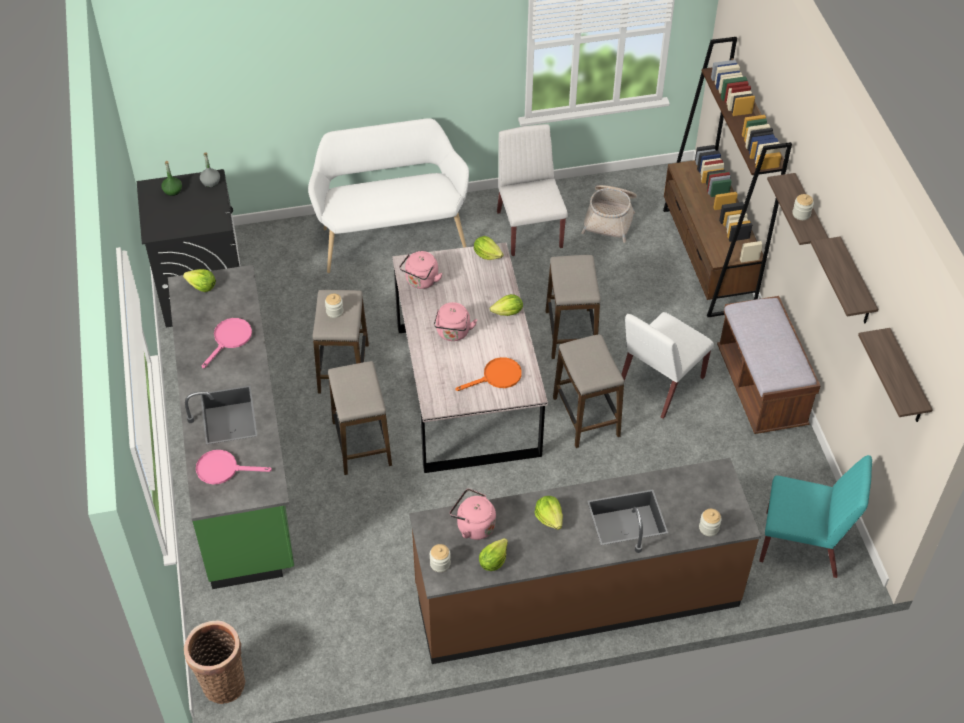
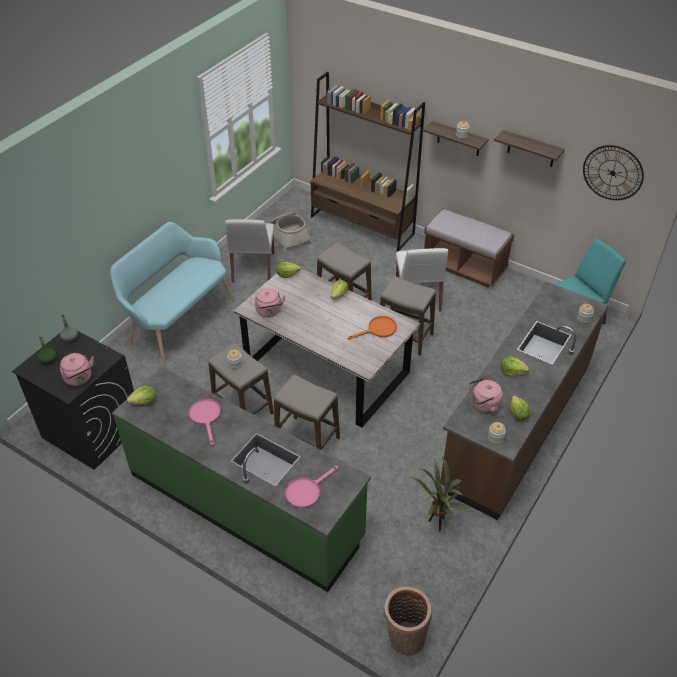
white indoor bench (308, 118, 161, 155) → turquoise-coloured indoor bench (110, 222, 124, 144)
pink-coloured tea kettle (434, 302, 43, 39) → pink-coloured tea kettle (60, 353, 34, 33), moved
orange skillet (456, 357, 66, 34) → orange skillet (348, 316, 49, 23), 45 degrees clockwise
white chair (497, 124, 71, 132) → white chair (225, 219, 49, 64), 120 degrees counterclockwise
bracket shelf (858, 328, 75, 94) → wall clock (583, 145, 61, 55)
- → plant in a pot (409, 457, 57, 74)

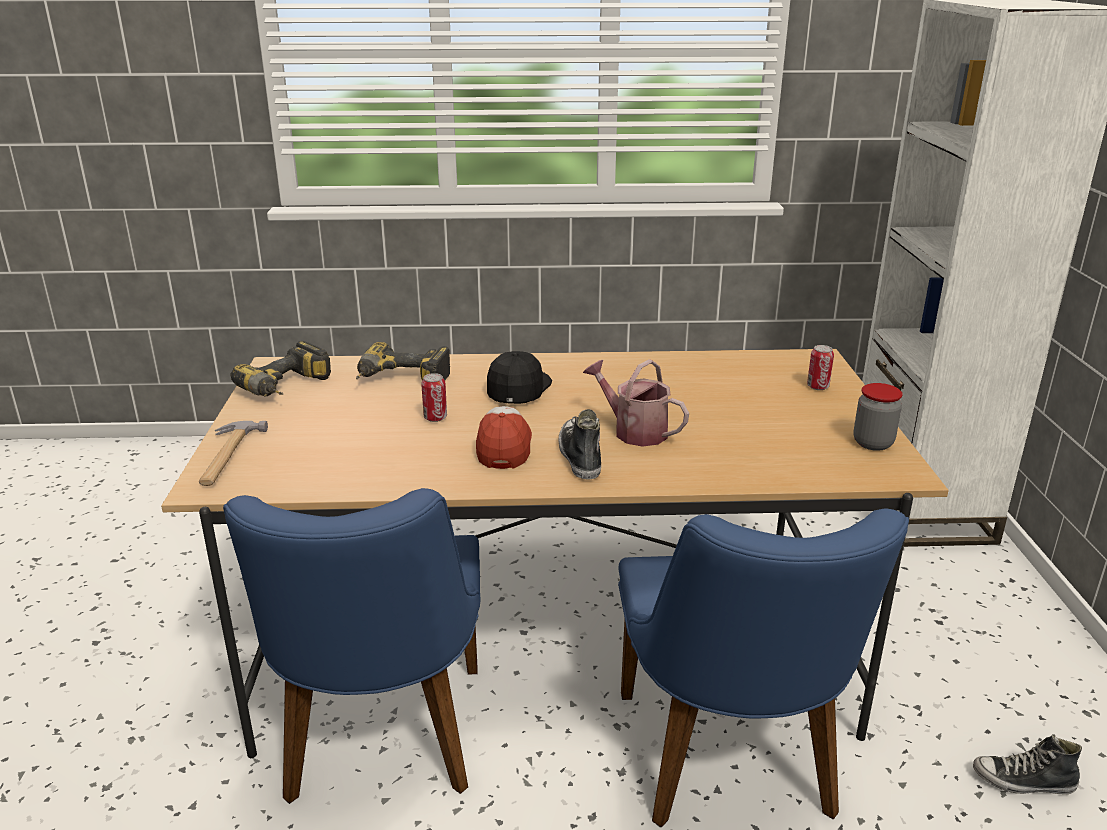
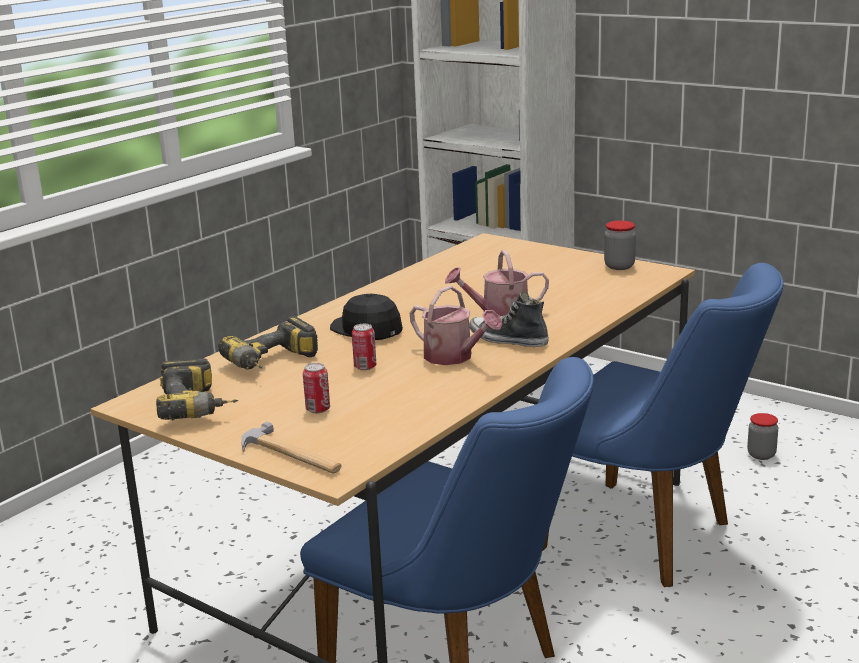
peaked cap (476, 406, 56, 63) → sprinkling can (410, 286, 93, 79)
sealed can (807, 345, 27, 45) → sealed can (303, 363, 27, 50), moved
low shoe (973, 734, 109, 60) → preserve jar (747, 413, 31, 47)

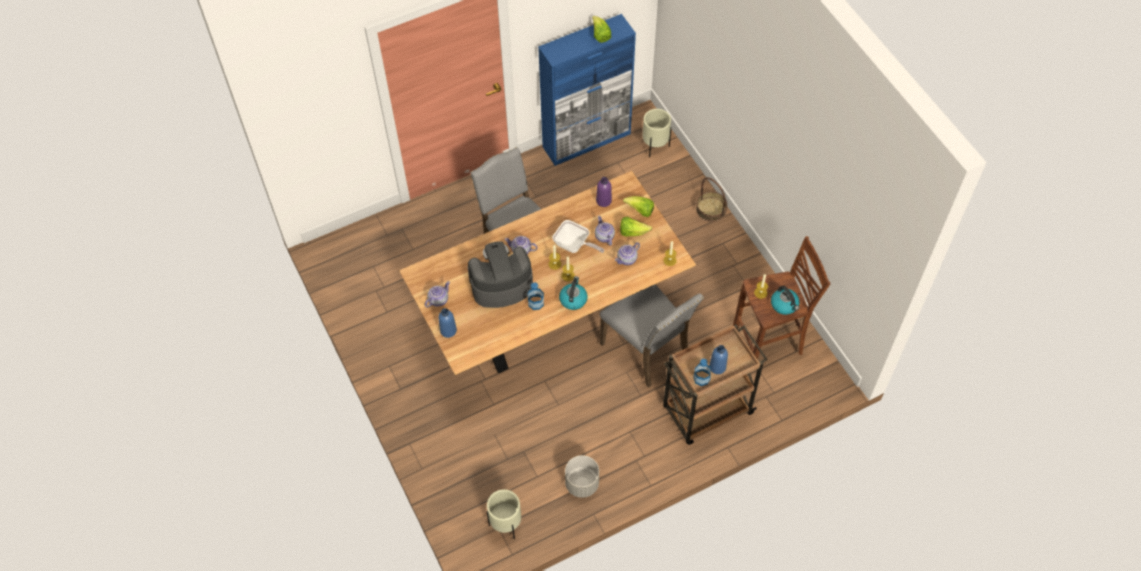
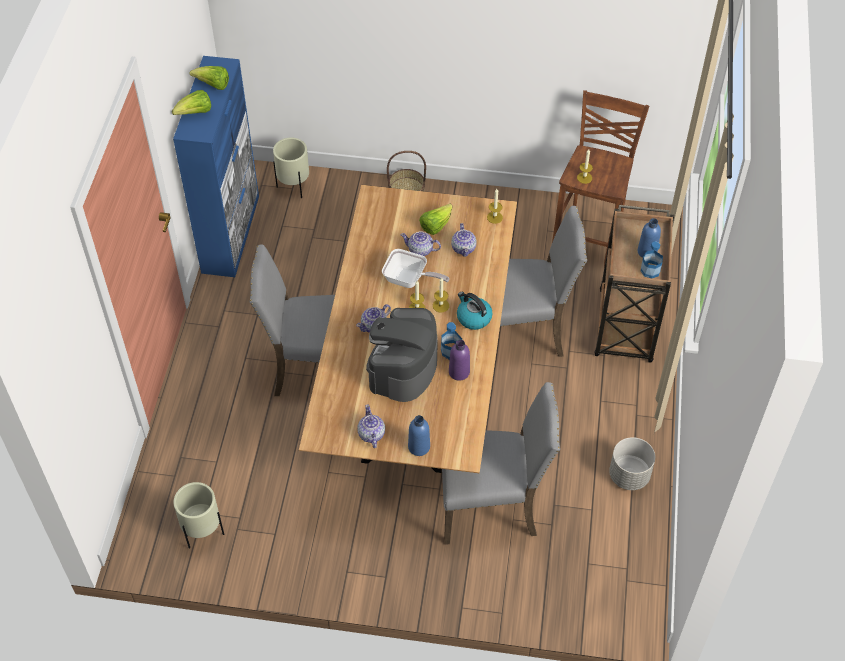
beige planter (487, 489, 34, 50) → beige planter (173, 482, 51, 67), moved
skillet (552, 220, 52, 33) → skillet (382, 249, 68, 39), 45 degrees clockwise
purple beverage bottle (596, 177, 16, 30) → purple beverage bottle (449, 340, 21, 41), moved
head of lettuce (623, 196, 31, 21) → head of lettuce (172, 90, 39, 25), moved
tea kettle (771, 286, 28, 29) → -
- → gray chair (441, 382, 119, 162)

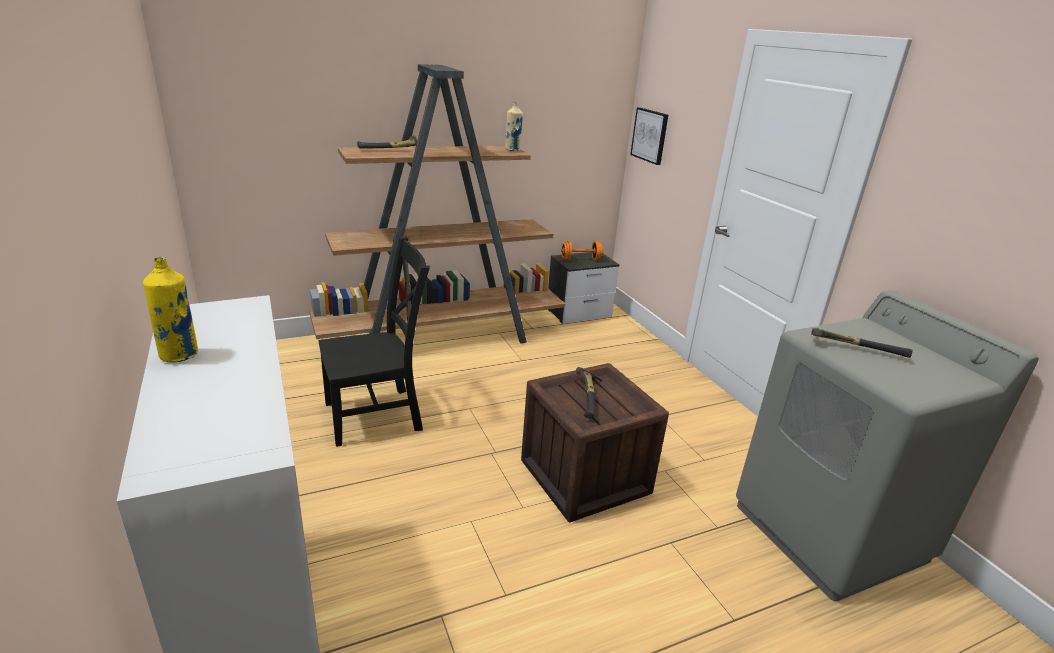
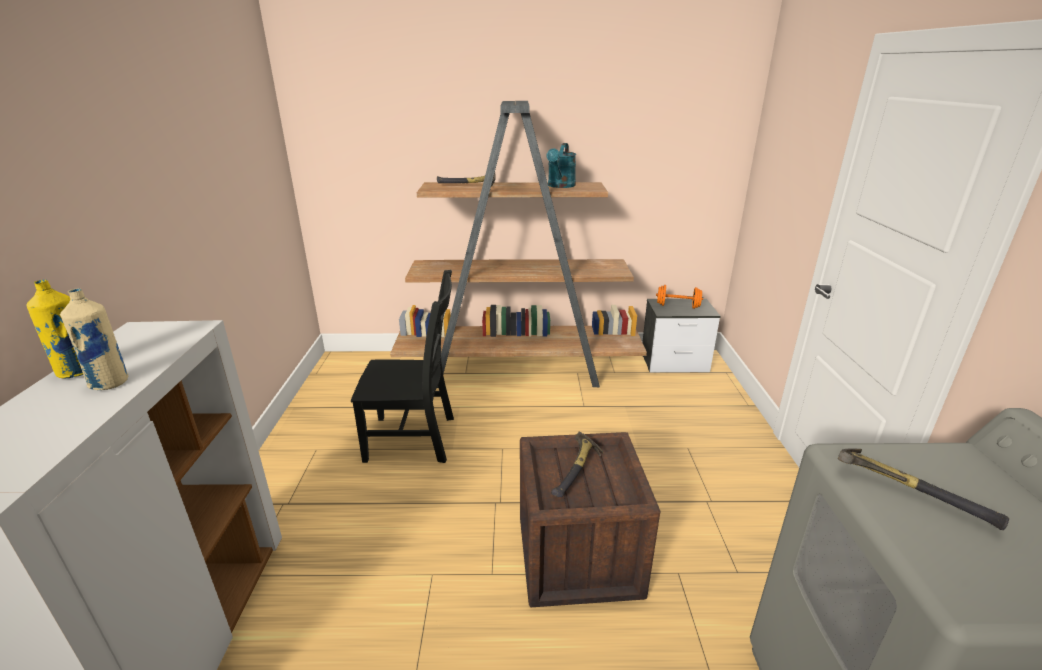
beige beverage bottle (505, 102, 18, 49) → beige beverage bottle (60, 288, 68, 102), moved
wall art (630, 107, 38, 58) → -
- → turquoise-coloured sprinkling can (546, 143, 30, 45)

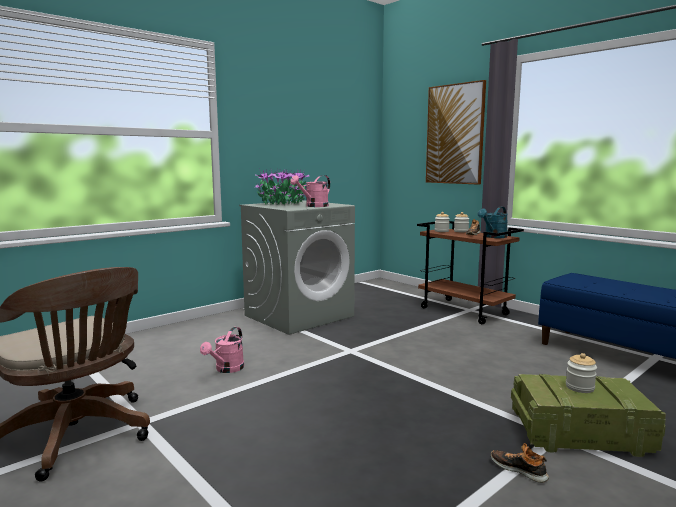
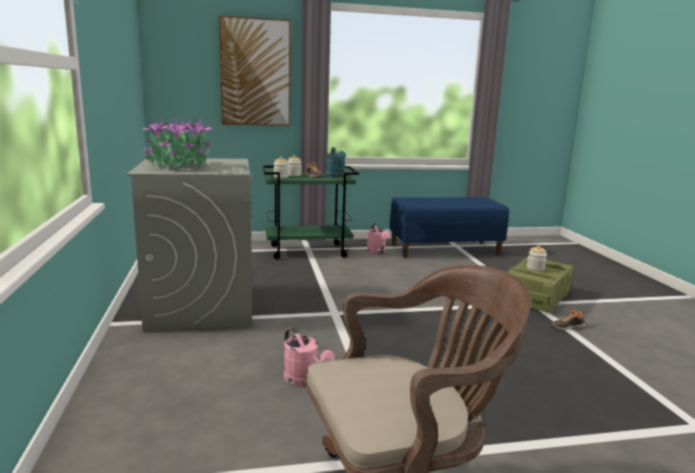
pink-coloured sprinkling can (290, 175, 40, 32) → pink-coloured sprinkling can (367, 223, 23, 31), moved
brown cart (417, 221, 107, 103) → green cart (262, 166, 97, 93)

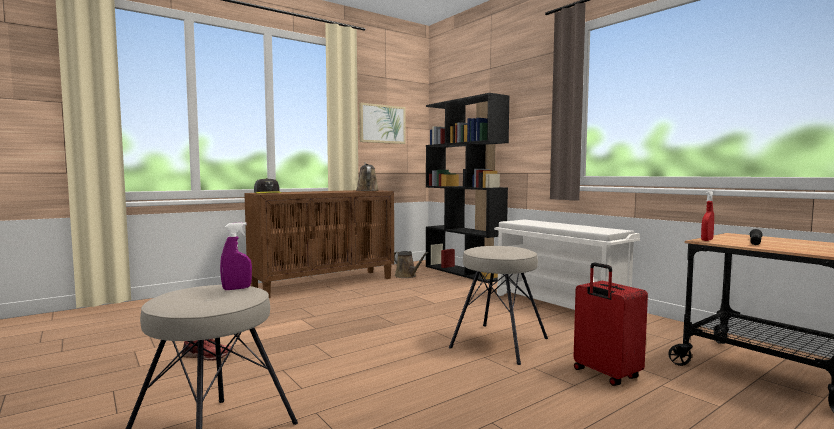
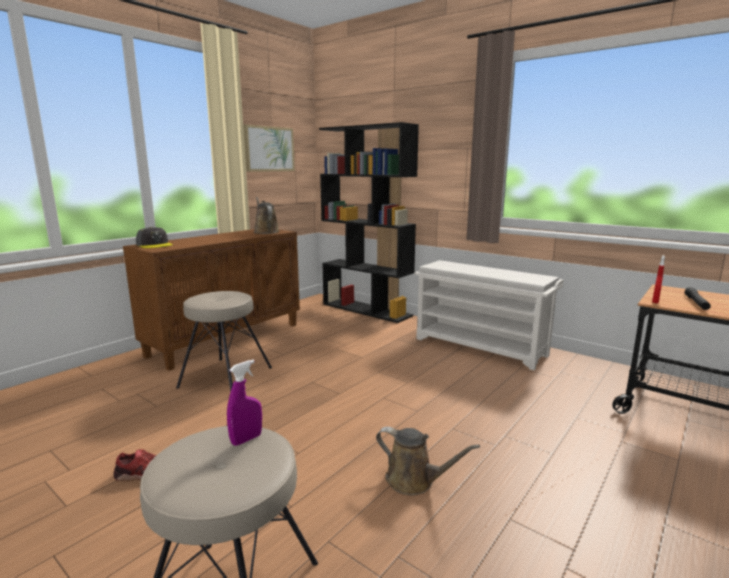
brown sprinkling can (394, 251, 35, 27) → brown sprinkling can (376, 427, 104, 68), moved
beige sitting stool (449, 246, 99, 119) → beige sitting stool (176, 291, 96, 100), moved
red piece of luggage (574, 262, 74, 124) → -

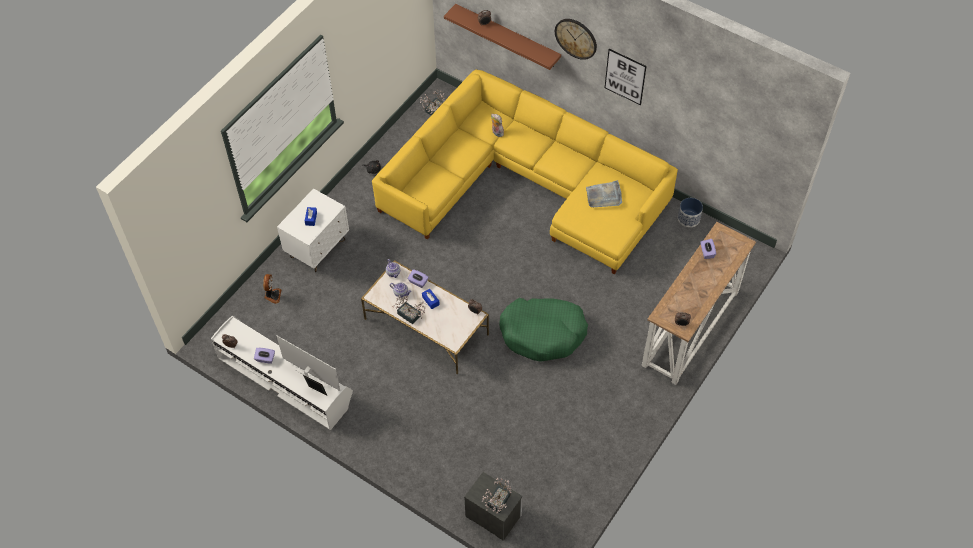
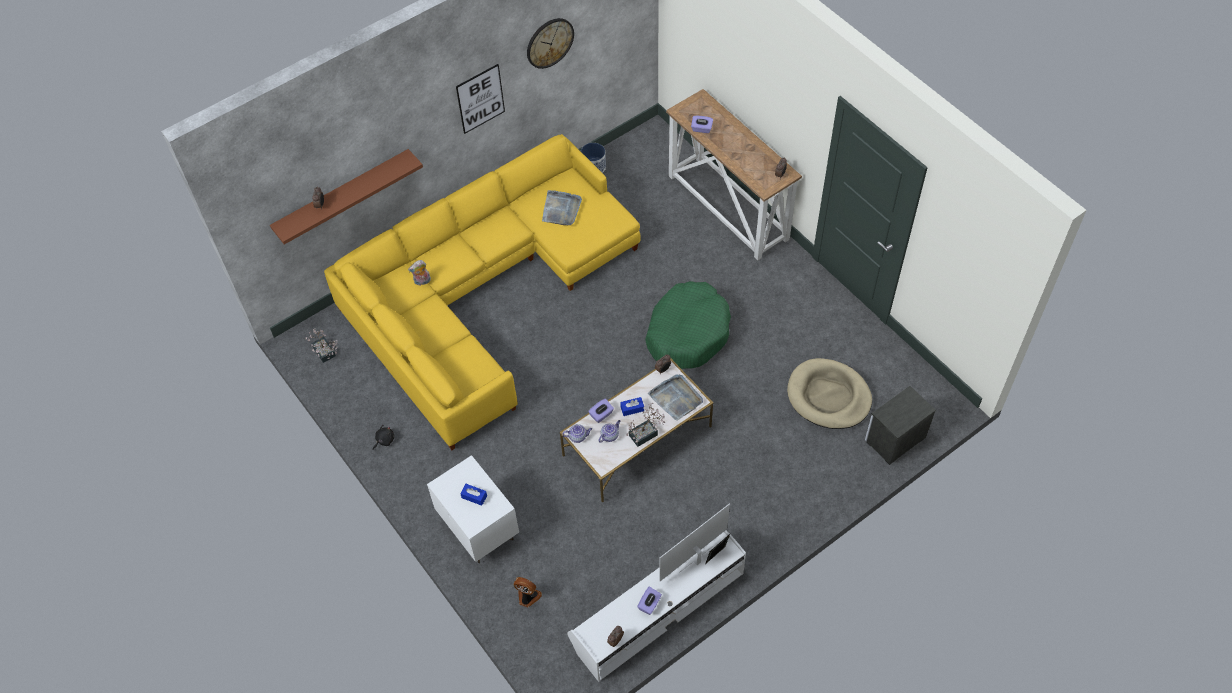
plant in a pot (482, 478, 29, 35) → -
wall clock (555, 19, 42, 41) → wall clock (527, 18, 47, 51), moved
- → gray carrying tray (648, 374, 55, 47)
- → beige dog bed (787, 358, 85, 71)

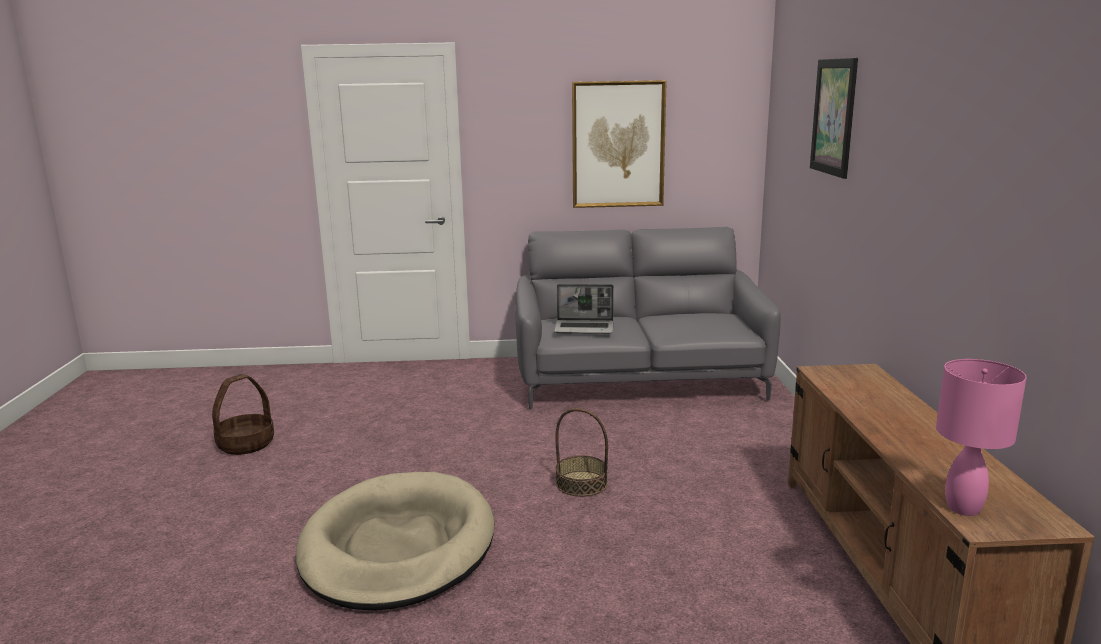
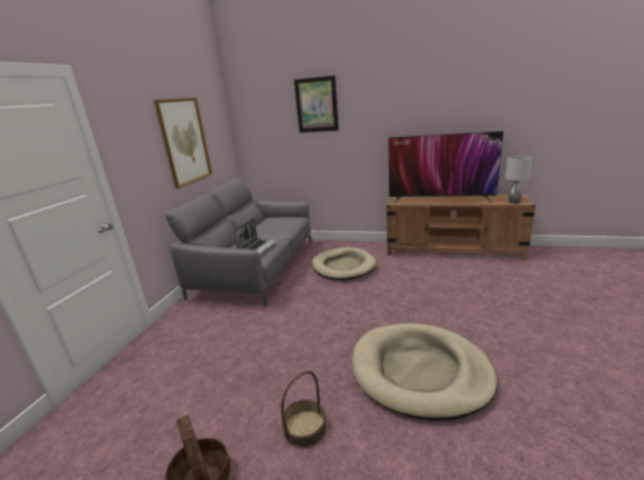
storage basket (555, 408, 53, 89) → storage basket (281, 371, 46, 77), moved
pink-coloured tabletop lamp (936, 359, 91, 157) → gray tabletop lamp (505, 155, 28, 49)
- → beige dog bed (312, 247, 65, 33)
- → television (388, 131, 116, 73)

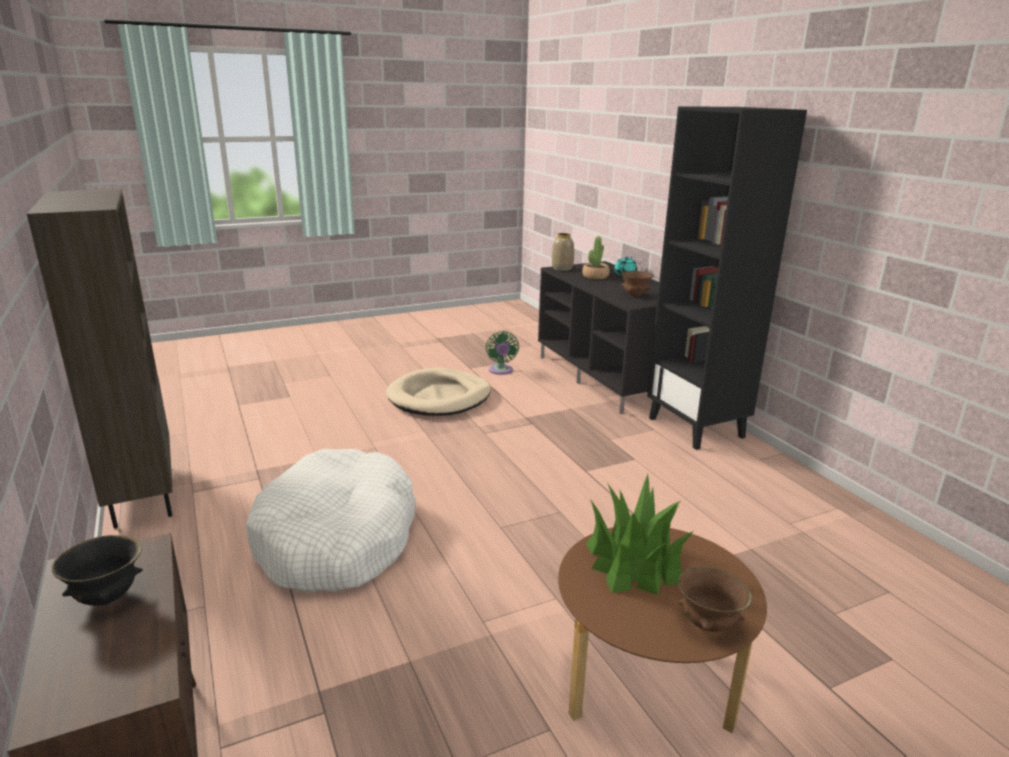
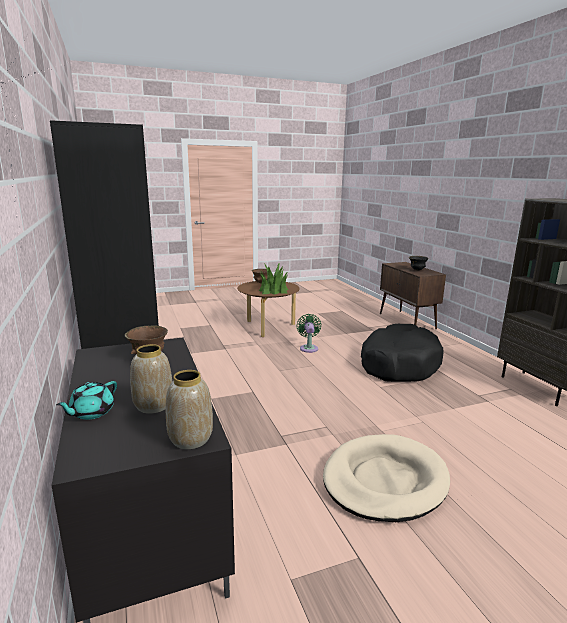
white dog bed (246, 449, 170, 143) → black dog bed (361, 324, 83, 58)
green cooling fan (486, 331, 33, 44) → green cooling fan (297, 314, 24, 39), moved
plant in a pot (582, 236, 28, 43) → flower vase (130, 344, 42, 70)

